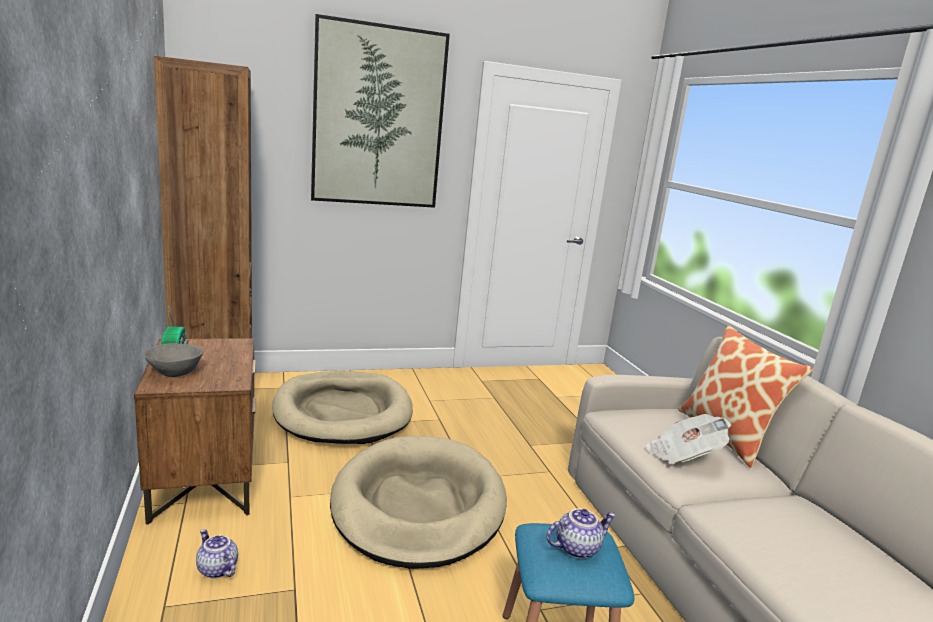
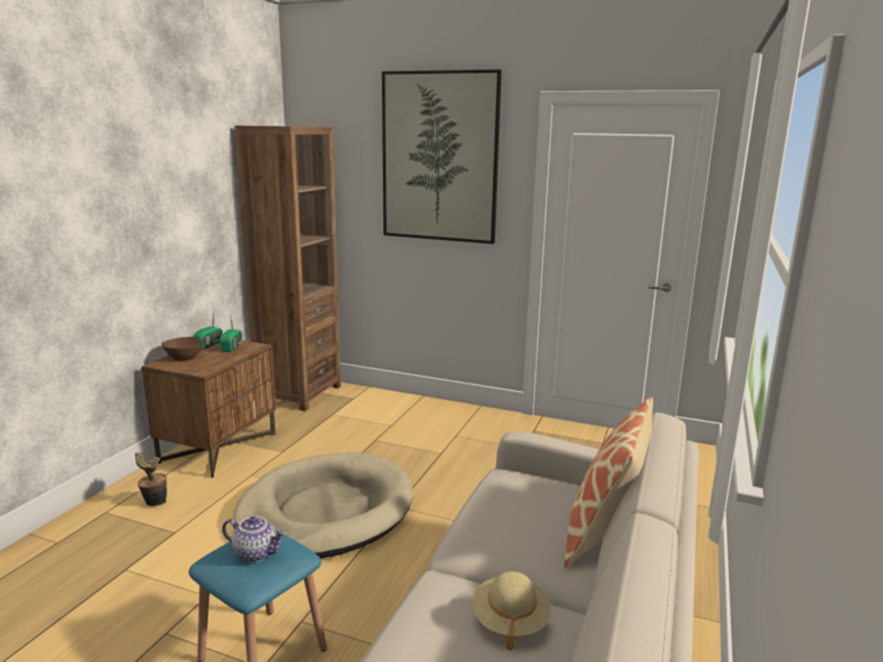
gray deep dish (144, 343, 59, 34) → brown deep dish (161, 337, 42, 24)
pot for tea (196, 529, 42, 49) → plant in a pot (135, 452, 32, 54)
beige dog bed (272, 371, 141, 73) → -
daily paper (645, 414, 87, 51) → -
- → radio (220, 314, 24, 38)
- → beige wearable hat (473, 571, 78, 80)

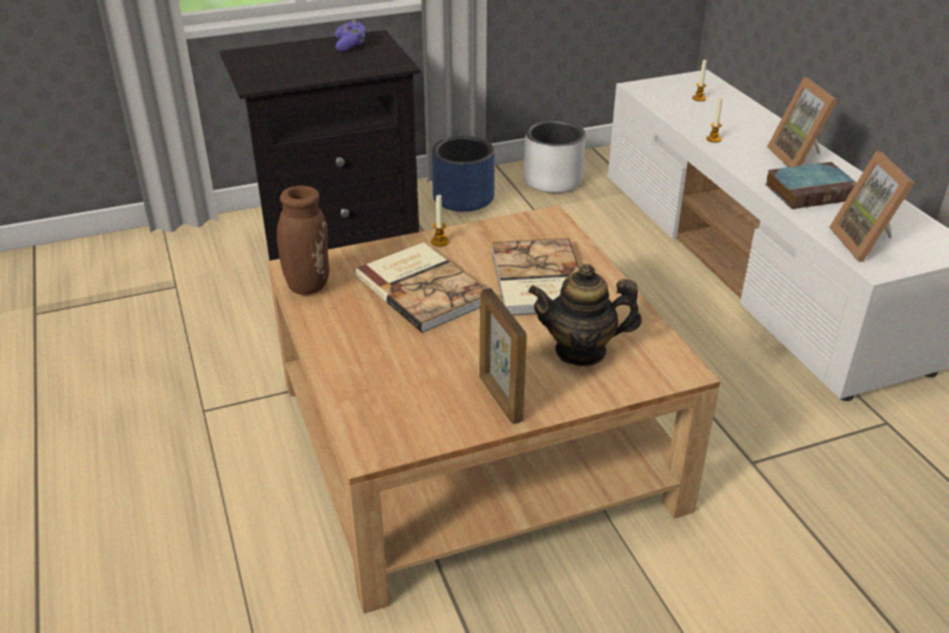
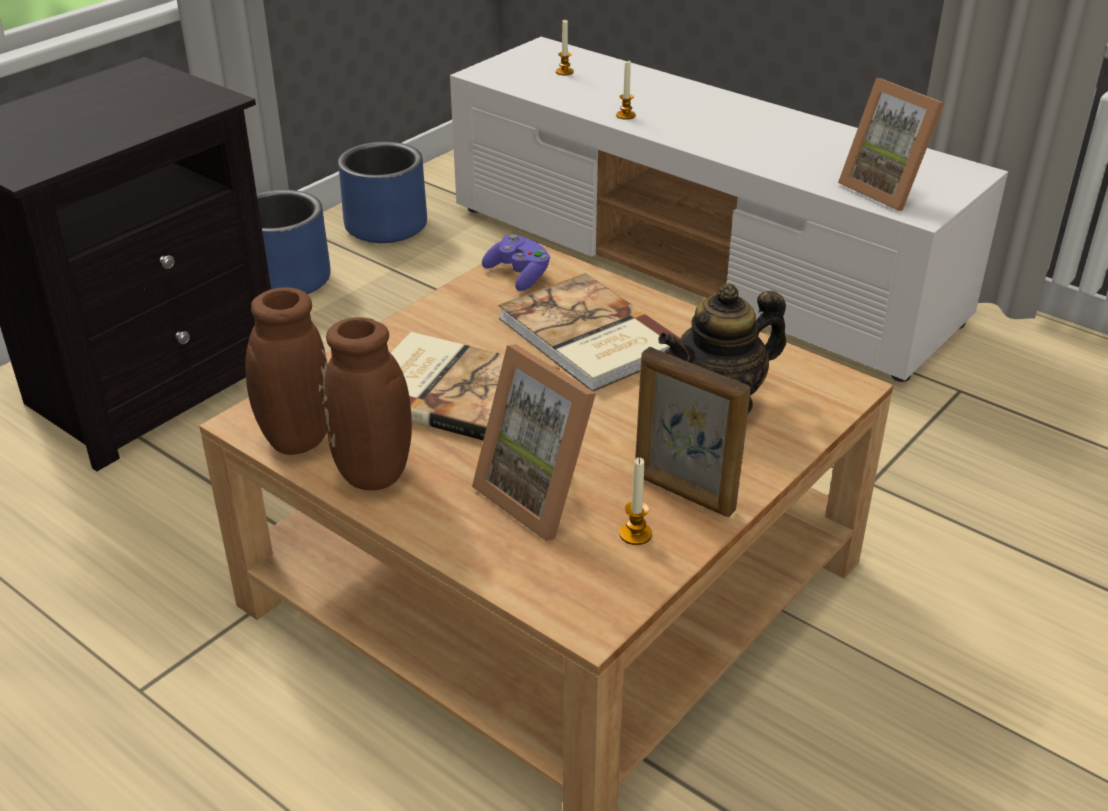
purple joypad (335, 20, 30, 31) → purple joypad (482, 234, 68, 57), moved
candle (431, 195, 18, 52) → candle (619, 458, 33, 87), moved
white planter (523, 120, 63, 73) → bluish planter (338, 142, 89, 101)
bound book (765, 162, 91, 47) → -
standing frame (767, 77, 71, 90) → standing frame (472, 344, 124, 197), moved
- → brown flower vase (324, 317, 104, 173)

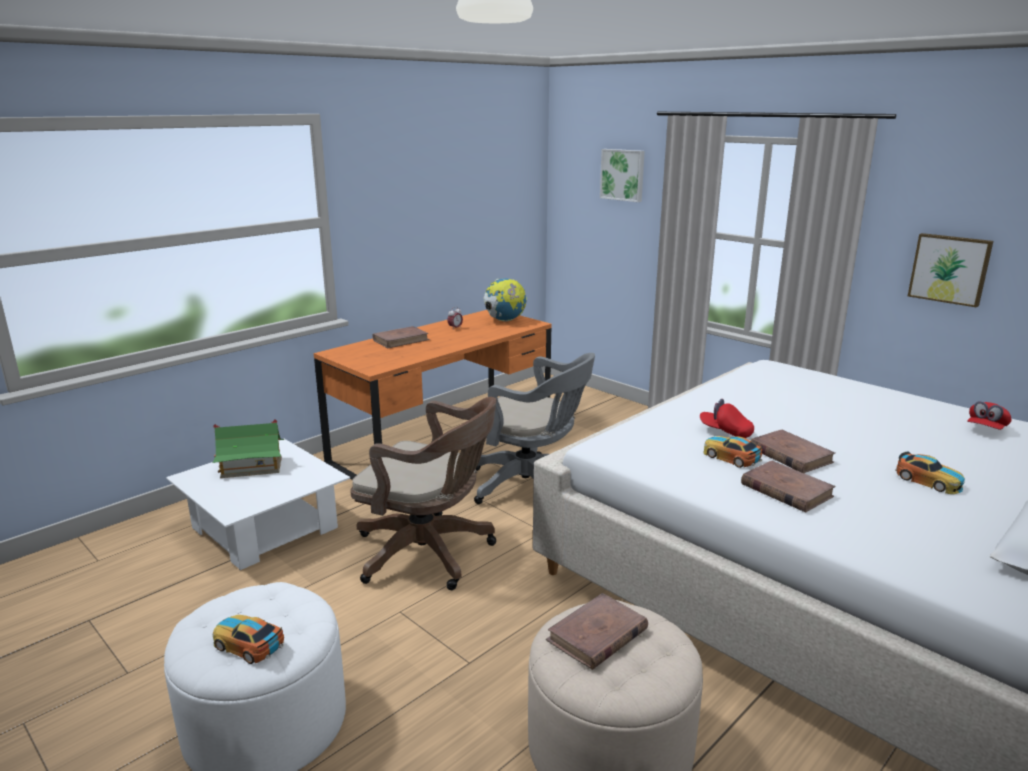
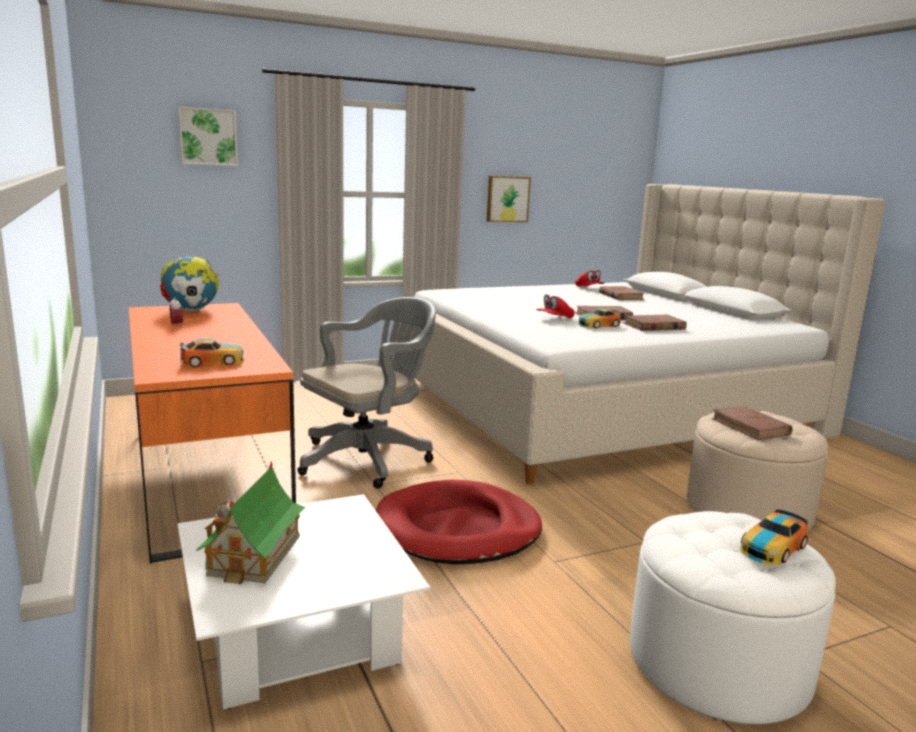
brown desk chair (350, 397, 147, 193) → red dog bed (376, 480, 166, 85)
brown bound book (372, 326, 58, 22) → brown bound book (599, 286, 45, 14), moved
model car (895, 451, 70, 43) → model car (180, 338, 64, 30), moved

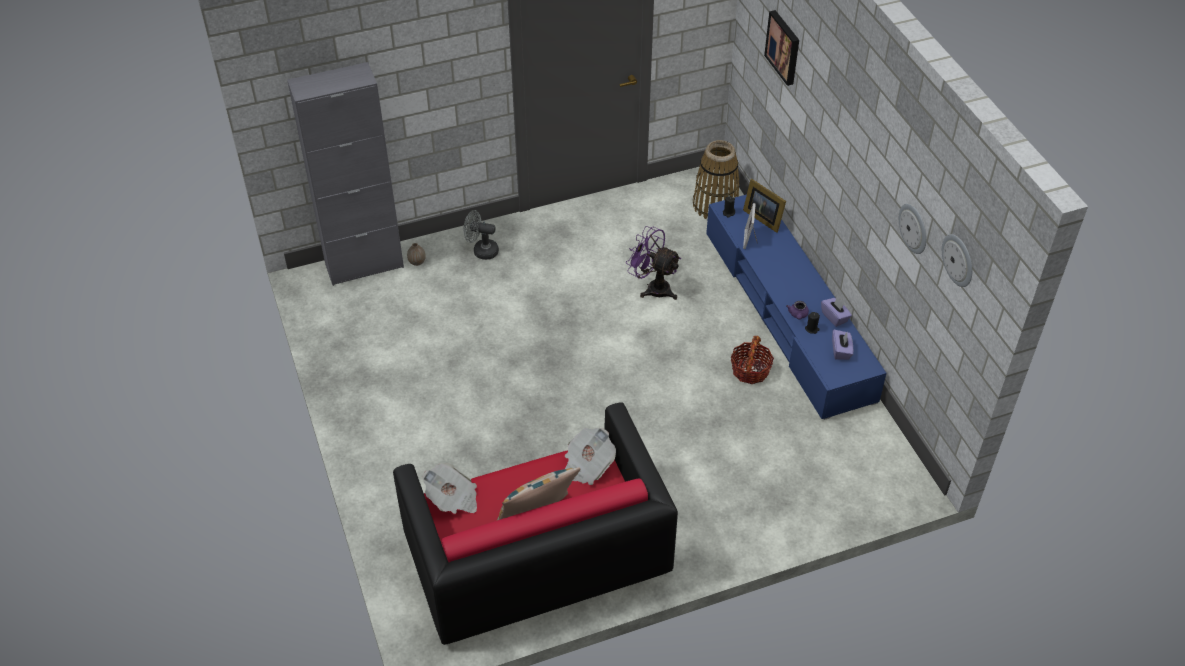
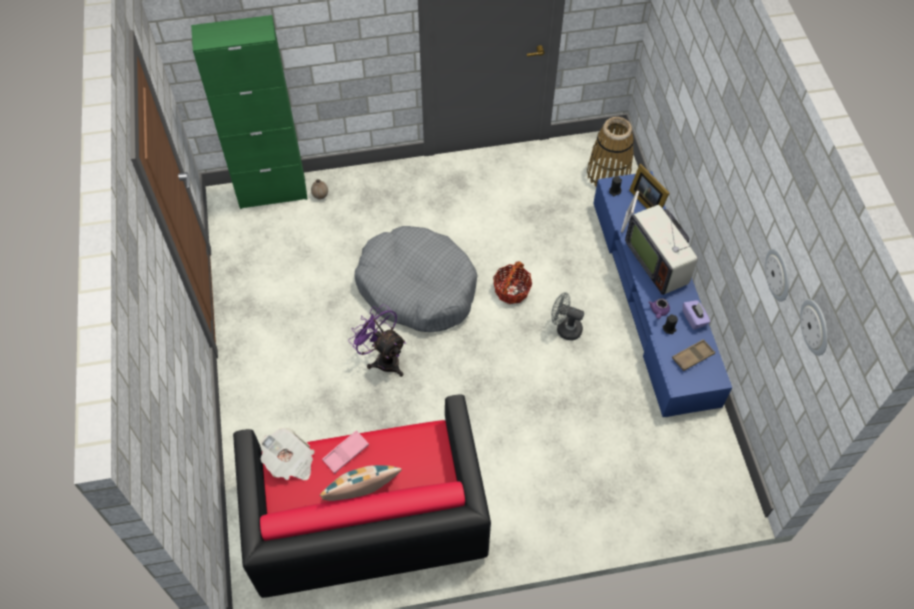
gray storage cabinet (287, 62, 117, 224) → green storage cabinet (191, 15, 117, 194)
gray cooling fan (463, 210, 36, 50) → gray cooling fan (551, 292, 33, 48), moved
daily paper (565, 428, 51, 57) → -
purple cooling fan (626, 226, 55, 74) → purple cooling fan (348, 304, 58, 73), moved
storage basket (730, 336, 44, 48) → storage basket (493, 261, 39, 43), moved
wall art (764, 10, 35, 76) → -
purple tissue holder (832, 330, 21, 30) → brown carrying tray (672, 339, 43, 32)
- → pink-coloured carrying tray (322, 430, 47, 44)
- → gray dog bed (355, 226, 122, 106)
- → television (625, 205, 73, 90)

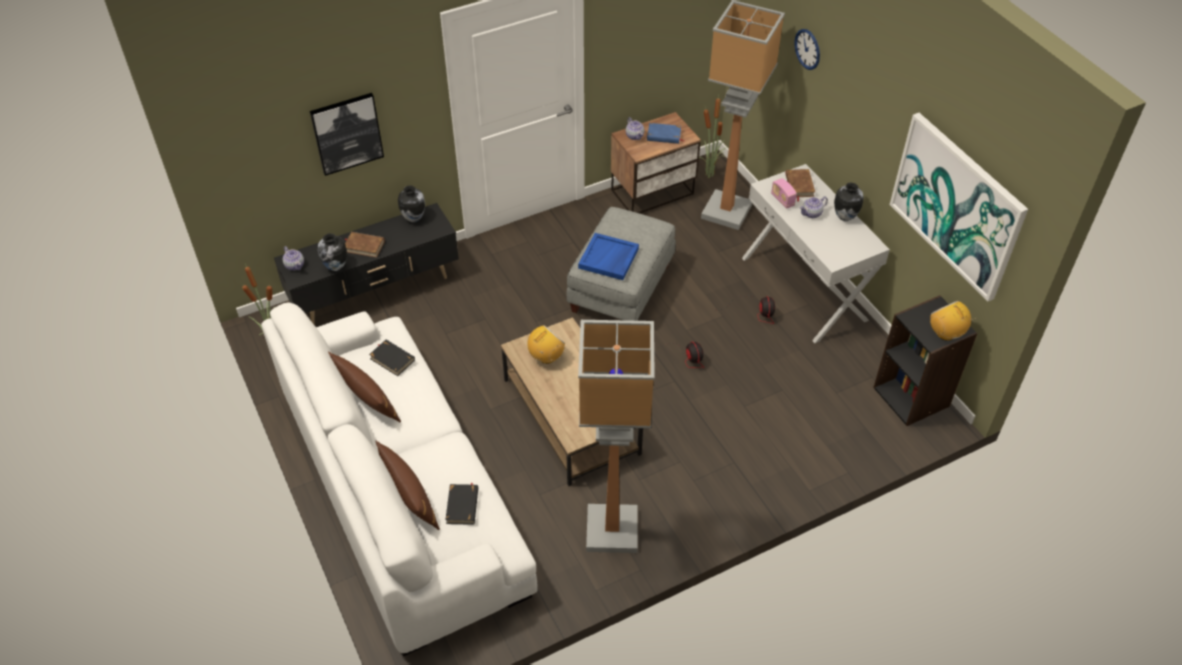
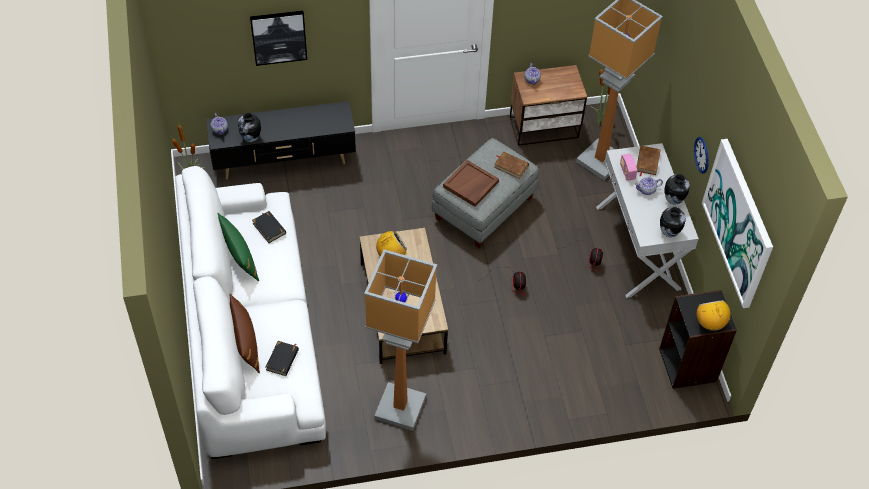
brown cushion (328, 352, 73, 70) → green cushion (217, 212, 42, 69)
brown bound book (344, 232, 41, 26) → brown bound book (494, 151, 35, 28), moved
flower vase (398, 185, 27, 38) → flower vase (660, 207, 26, 30), moved
bluish carrying tray (578, 233, 61, 47) → brown carrying tray (443, 160, 56, 47)
bluish bound book (647, 123, 38, 21) → -
wall clock (794, 29, 26, 41) → wall clock (694, 137, 15, 37), moved

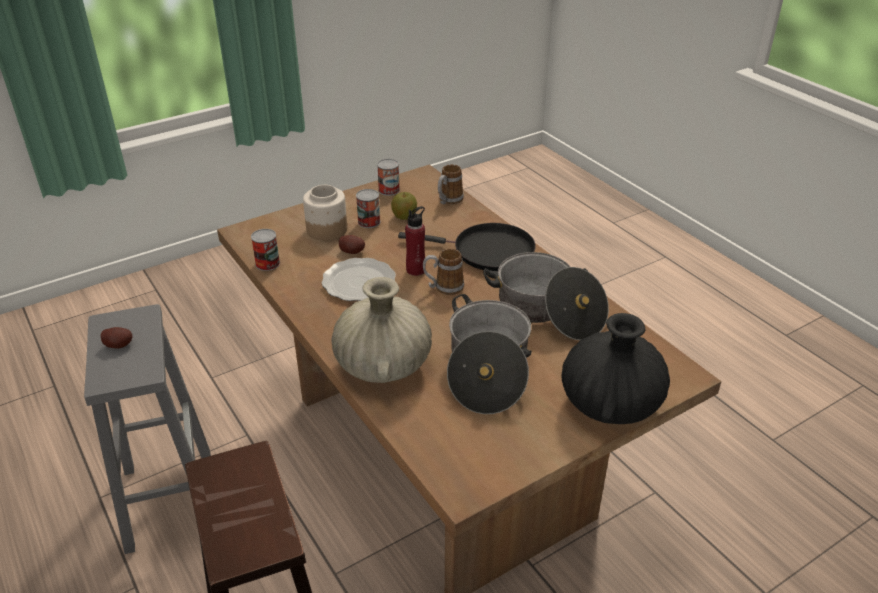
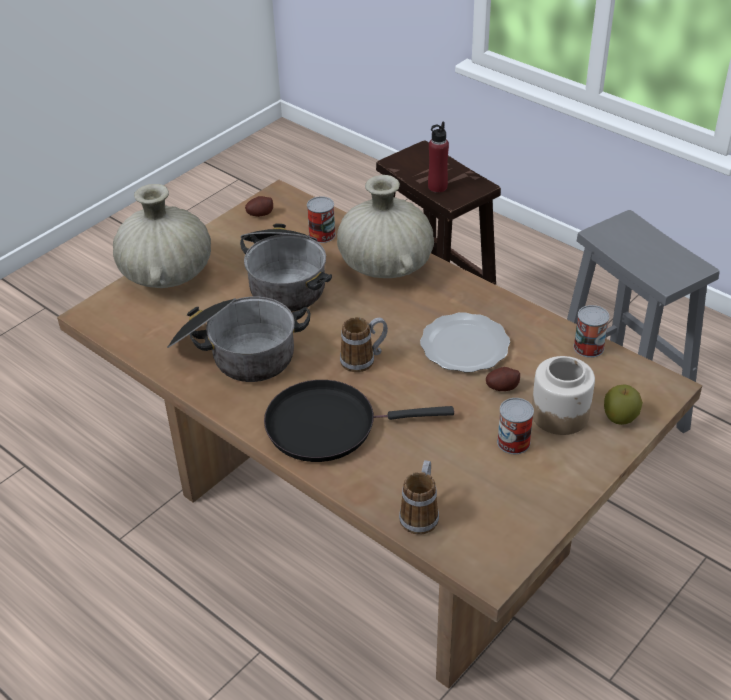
whole potato (101, 327, 31, 22) → whole potato (245, 196, 28, 21), moved
sealed can (377, 159, 23, 37) → sealed can (307, 196, 29, 47), moved
apple fruit (391, 192, 26, 28) → apple fruit (604, 385, 39, 40), moved
red beverage bottle (405, 206, 21, 70) → red beverage bottle (428, 122, 21, 71), moved
black flower vase (562, 313, 108, 111) → beige flower vase (113, 184, 98, 104)

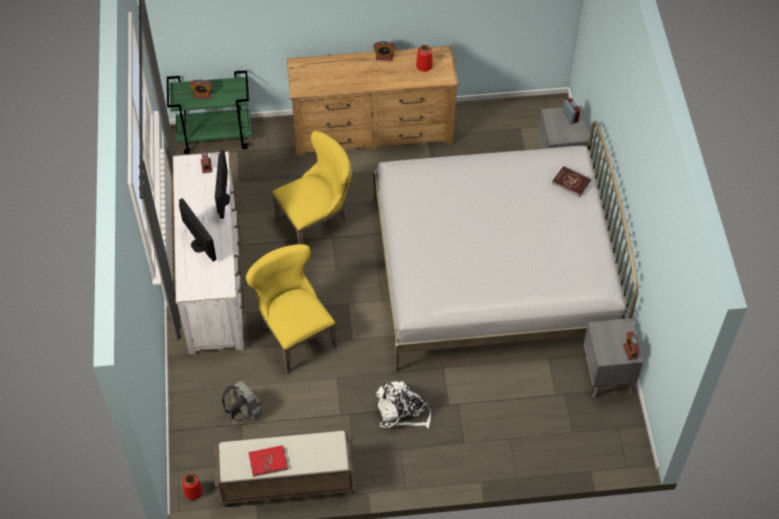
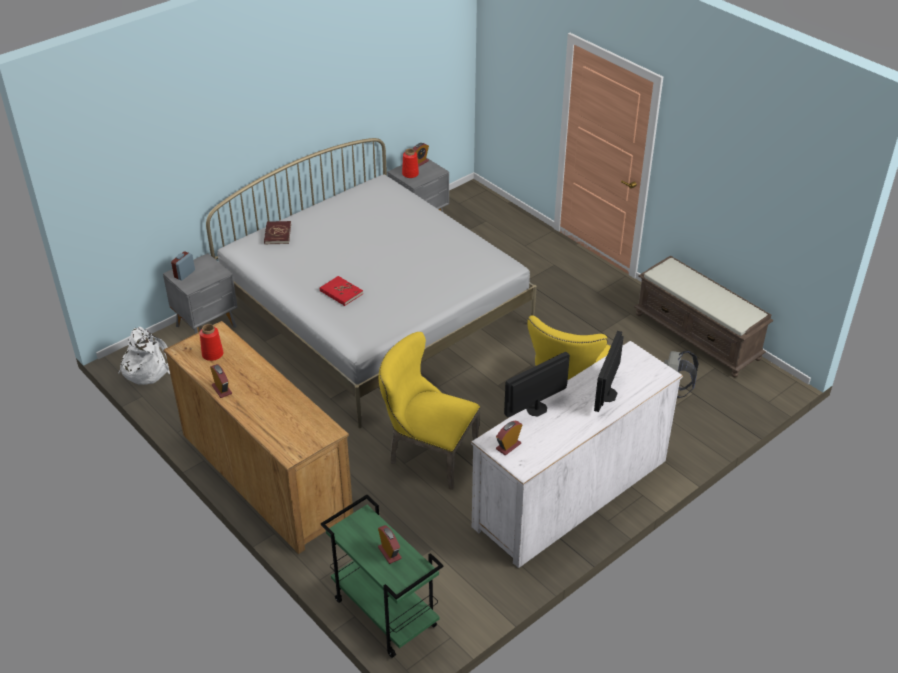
red flower vase (183, 474, 20, 26) → red flower vase (402, 149, 17, 29), moved
red bound book (248, 445, 40, 32) → red bound book (320, 276, 43, 30), moved
white backpack (376, 381, 55, 47) → white backpack (119, 327, 51, 58), moved

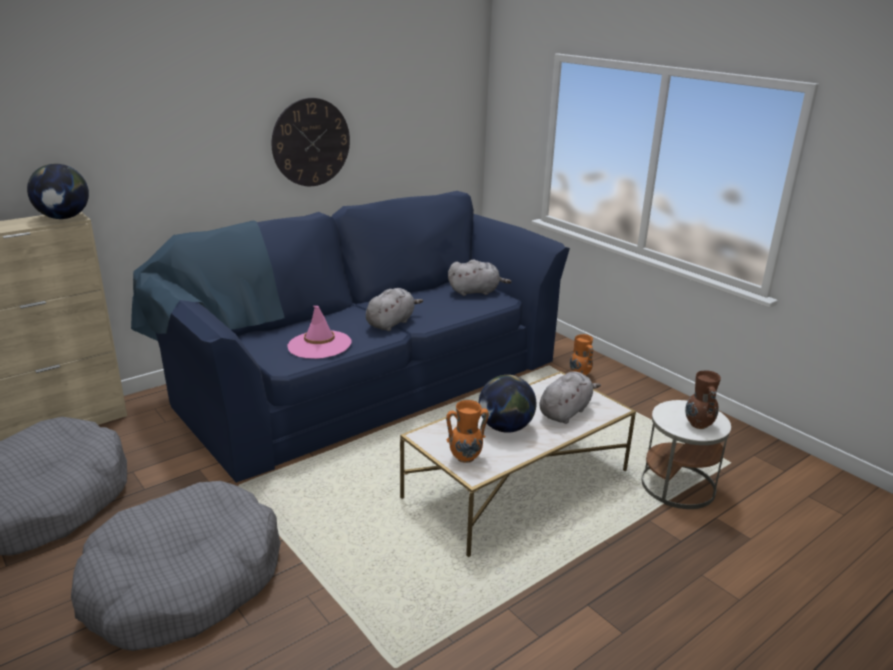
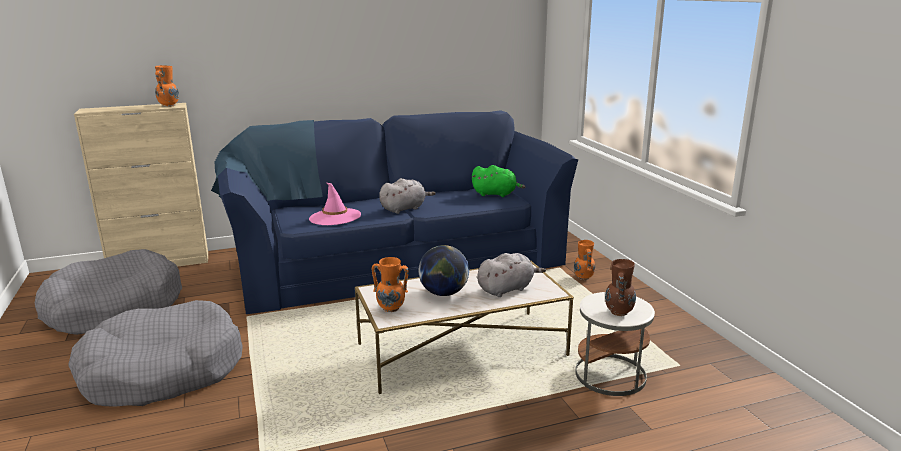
world globe (27, 164, 62, 55) → orange flower vase (155, 65, 24, 42)
wall clock (272, 98, 78, 88) → -
gray soft toy (448, 260, 64, 36) → green soft toy (472, 165, 53, 32)

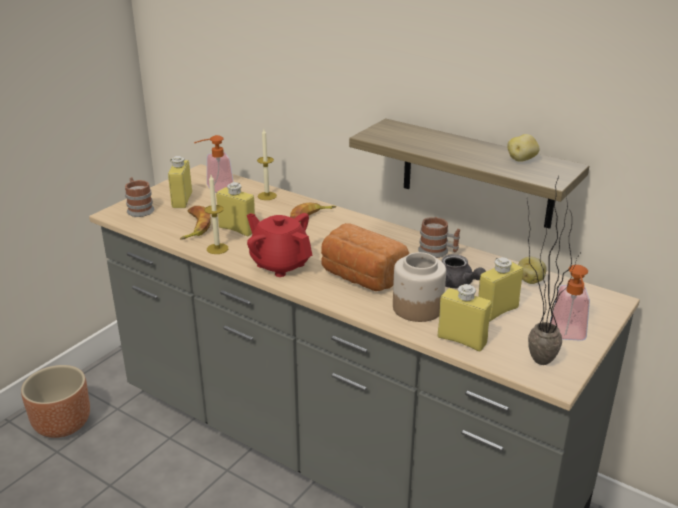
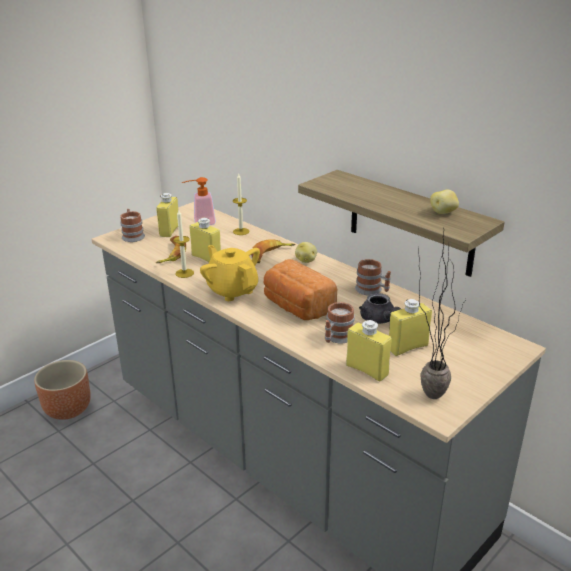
red pot for tea (247, 213, 66, 64) → yellow pot for tea (200, 245, 60, 56)
preserve jar (393, 252, 53, 70) → coffee mug (325, 302, 30, 42)
whole potato (518, 257, 29, 27) → whole potato (295, 242, 22, 21), moved
soap bottle (550, 265, 40, 76) → -

